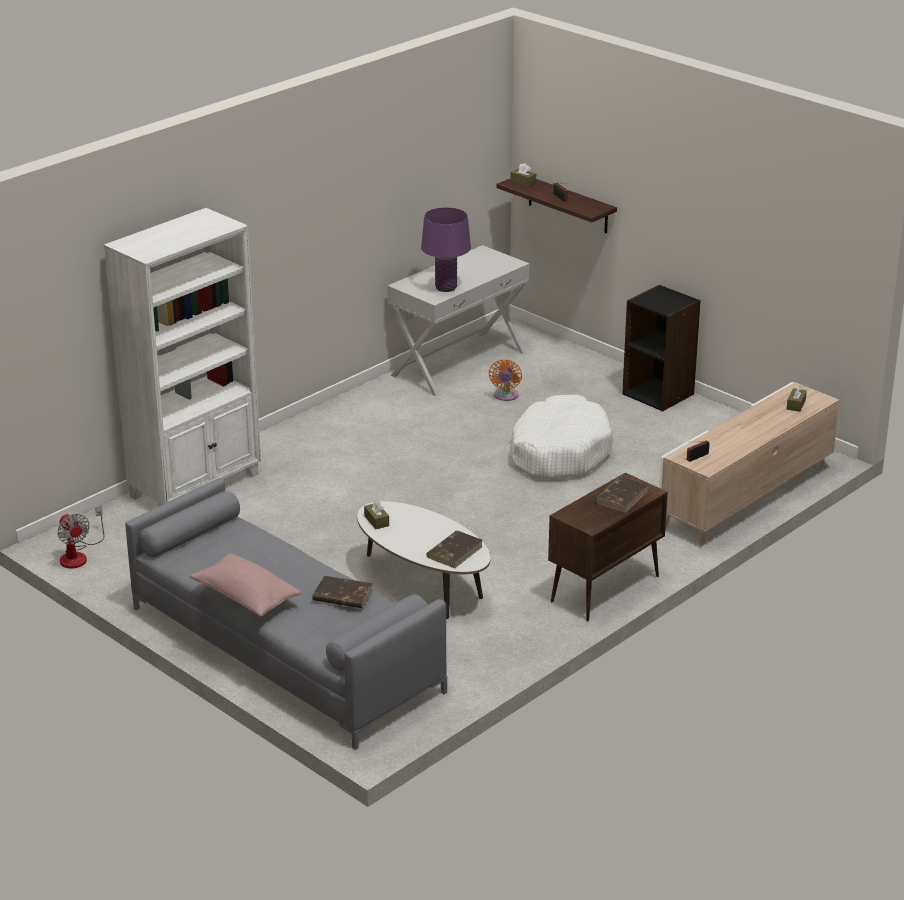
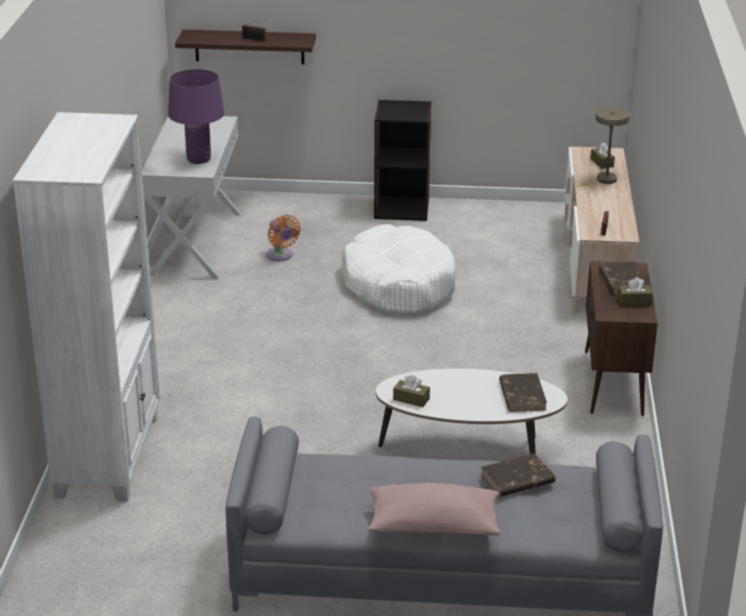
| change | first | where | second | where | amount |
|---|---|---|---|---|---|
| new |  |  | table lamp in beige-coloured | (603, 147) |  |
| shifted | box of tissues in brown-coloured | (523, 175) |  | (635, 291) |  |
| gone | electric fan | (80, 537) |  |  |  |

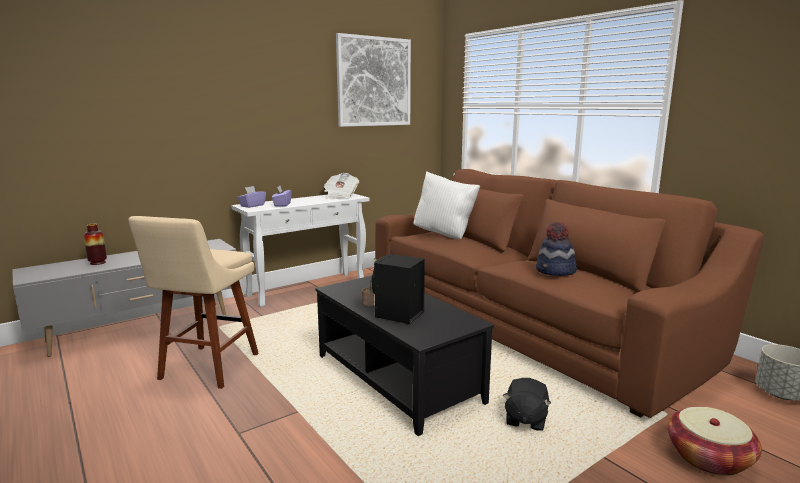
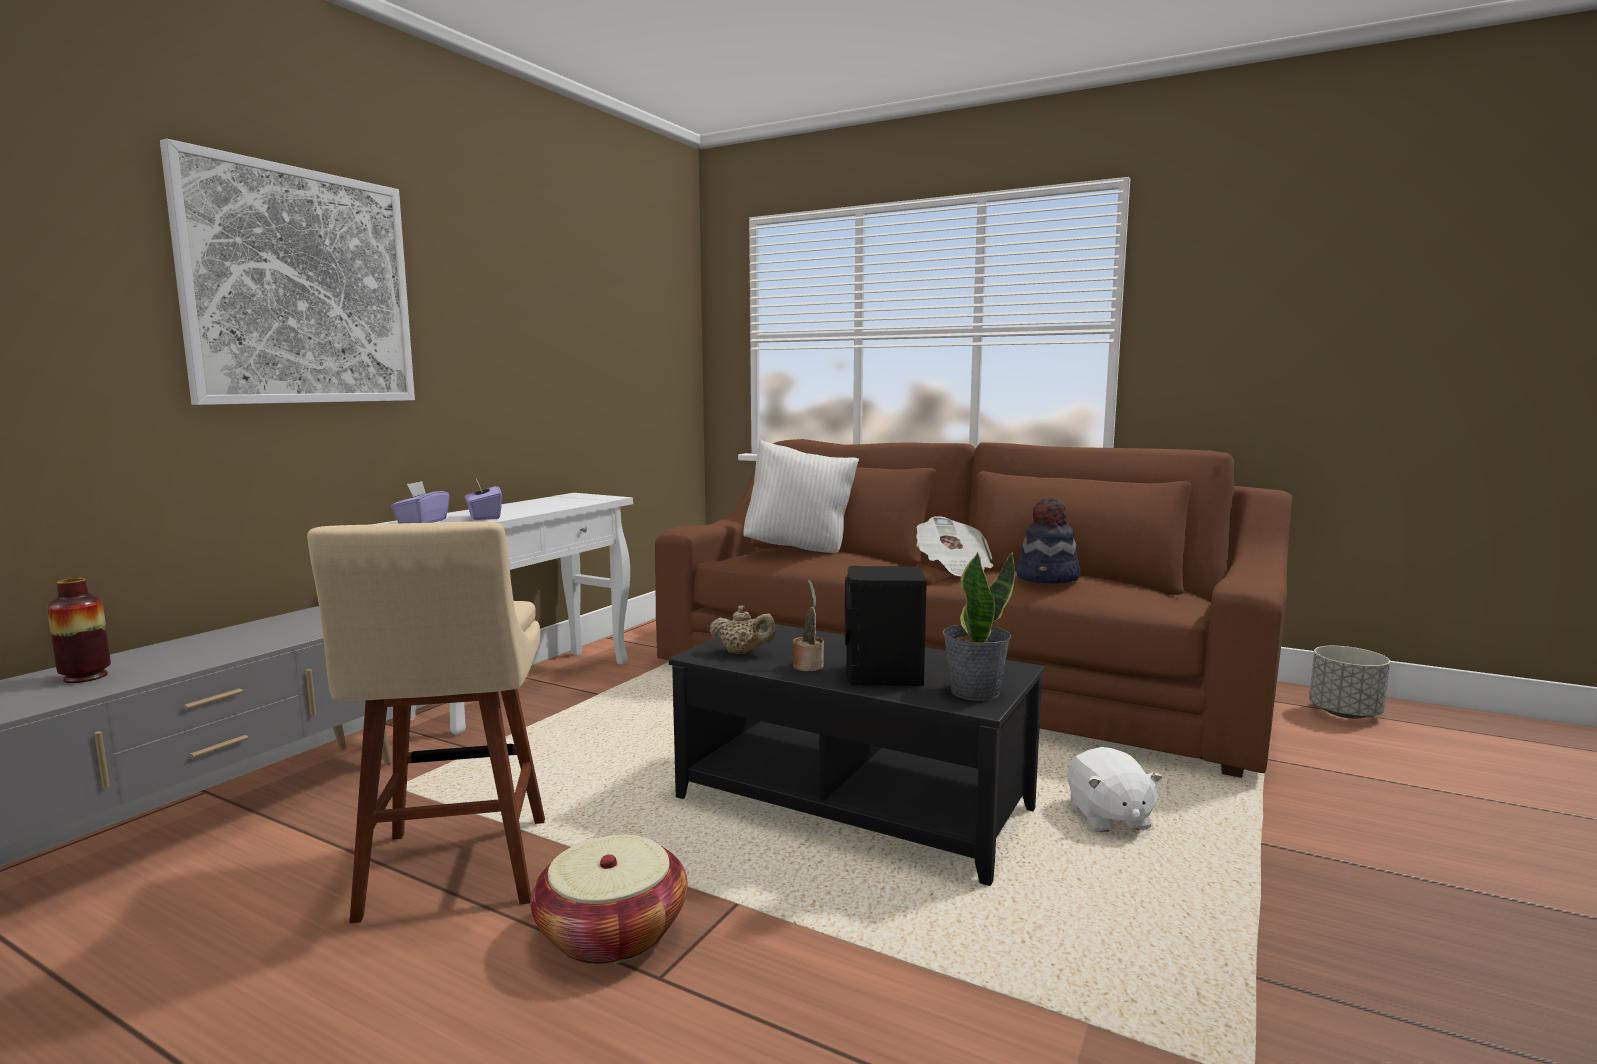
| change | first | where | second | where | amount |
|---|---|---|---|---|---|
| shifted | picture | (373, 80) |  | (287, 272) |  |
| shifted | basket | (714, 441) |  | (608, 900) |  |
| new |  |  | tea pot in beige-coloured | (743, 629) |  |
| shifted | newspaper | (341, 186) |  | (955, 546) |  |
| new |  |  | plant in a pot | (978, 626) |  |
| repainted | cuddly toy in black-coloured | (527, 404) | cuddly toy in white-coloured | (1115, 789) |  |

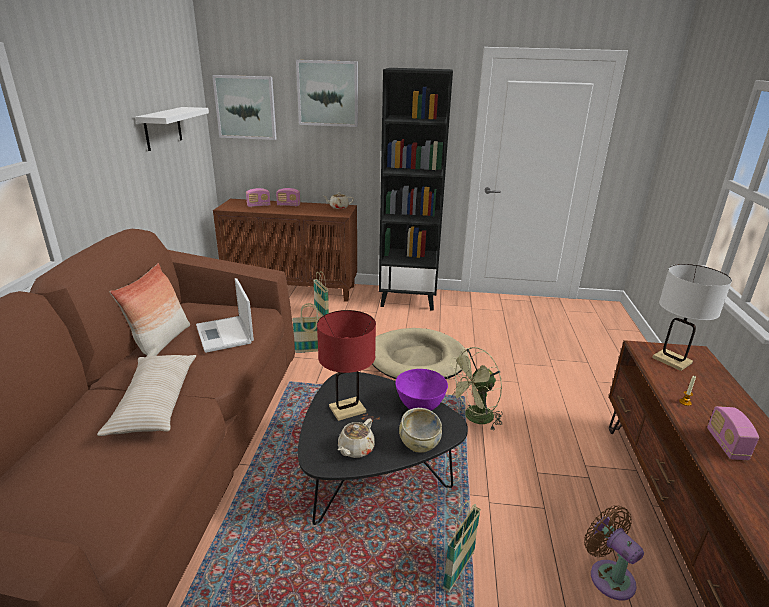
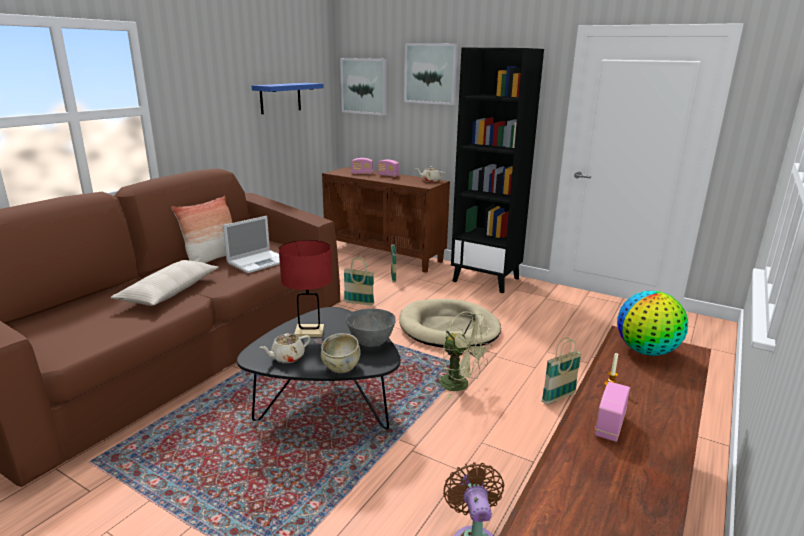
| change | first | where | second | where | amount |
|---|---|---|---|---|---|
| rotated | notebook computer | (225, 315) |  | (251, 244) | 135 degrees counterclockwise |
| repainted | shelf in white-coloured | (172, 129) | shelf in blue | (288, 98) |  |
| repainted | serving bowl in purplish | (421, 390) | serving bowl in grey | (371, 328) |  |
| rotated | electric fan in green | (474, 388) |  | (465, 355) | 135 degrees counterclockwise |
| shifted | basket | (461, 546) |  | (561, 371) |  |
| swapped | table lamp in white-coloured | (692, 317) | globe | (652, 323) |  |

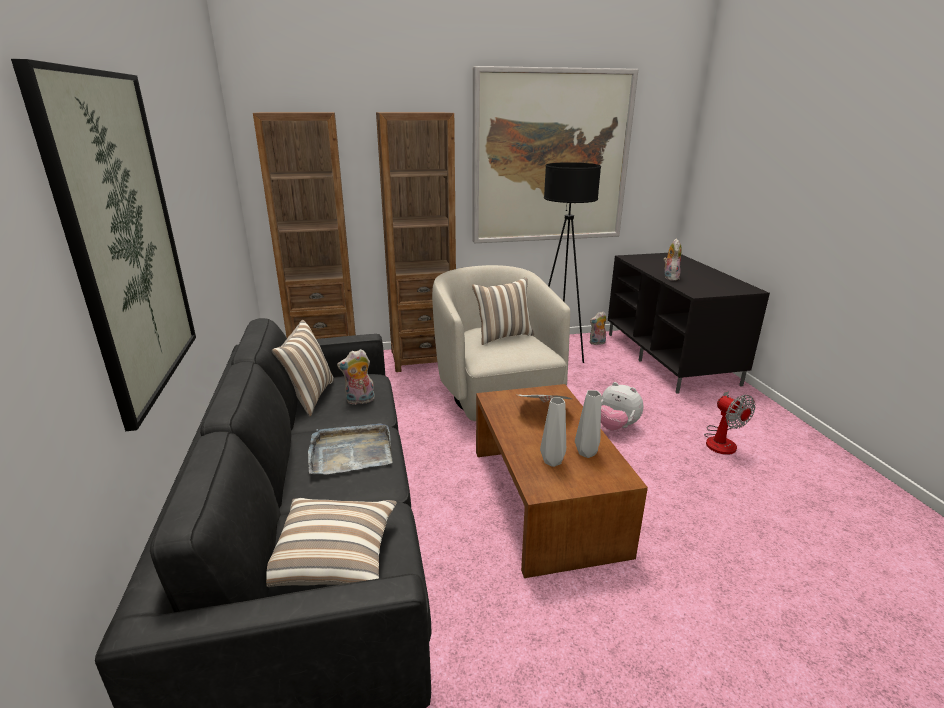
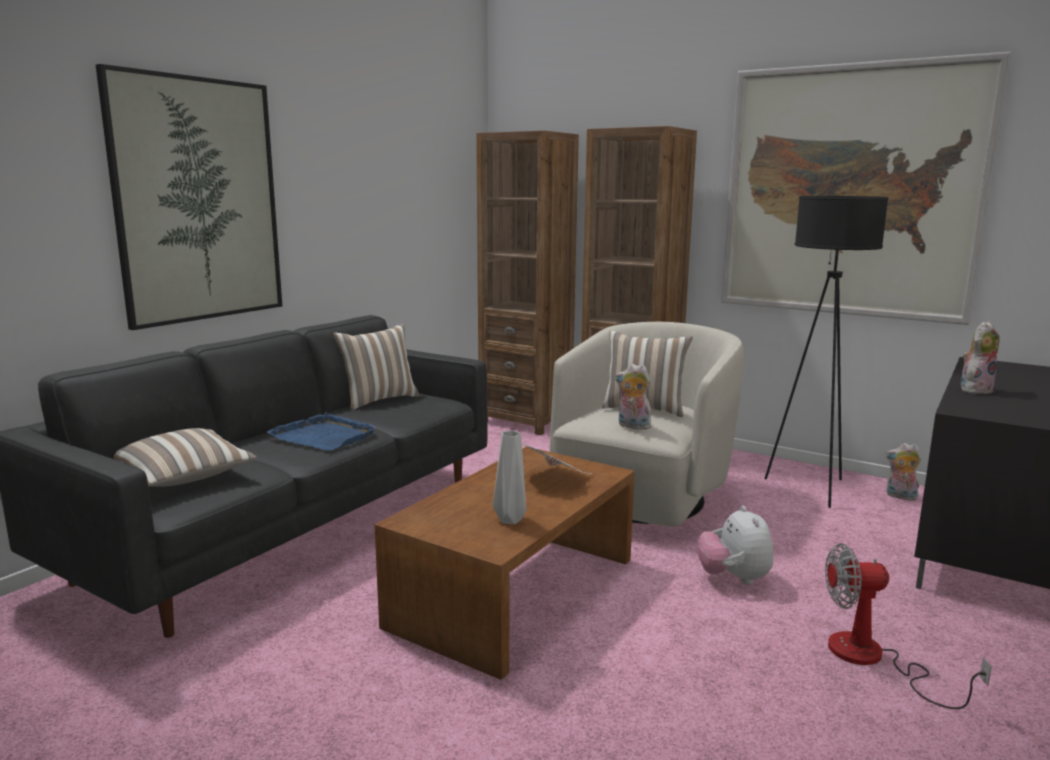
| change | first | where | second | where | amount |
|---|---|---|---|---|---|
| repainted | carrying tray in grey | (350, 449) | carrying tray in blue | (321, 431) |  |
| shifted | cuddly toy | (356, 377) |  | (633, 397) |  |
| rotated | electric fan | (729, 423) |  | (908, 626) | 75 degrees clockwise |
| gone | decorative vase in grey | (553, 432) |  |  |  |

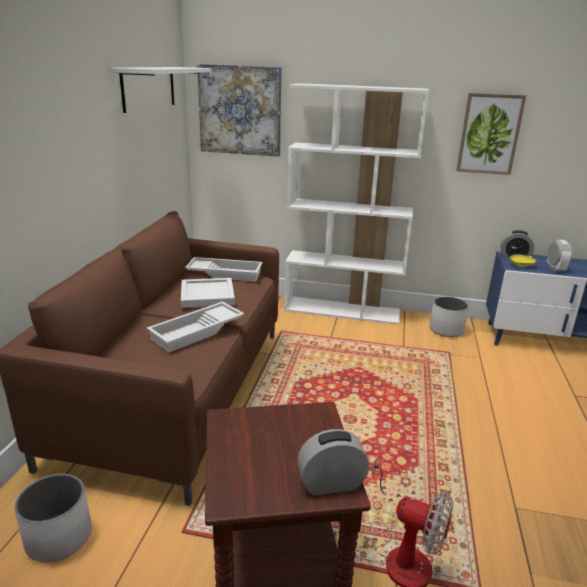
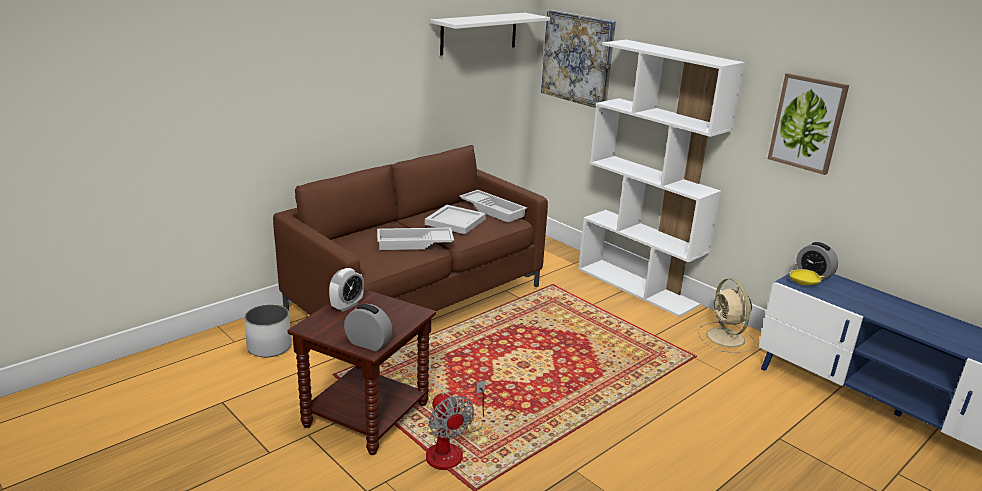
| change | first | where | second | where | amount |
|---|---|---|---|---|---|
| shifted | bedside clock | (559, 256) |  | (346, 290) |  |
| swapped | plant pot in white-coloured | (449, 316) | electric fan in beige-coloured | (727, 315) |  |

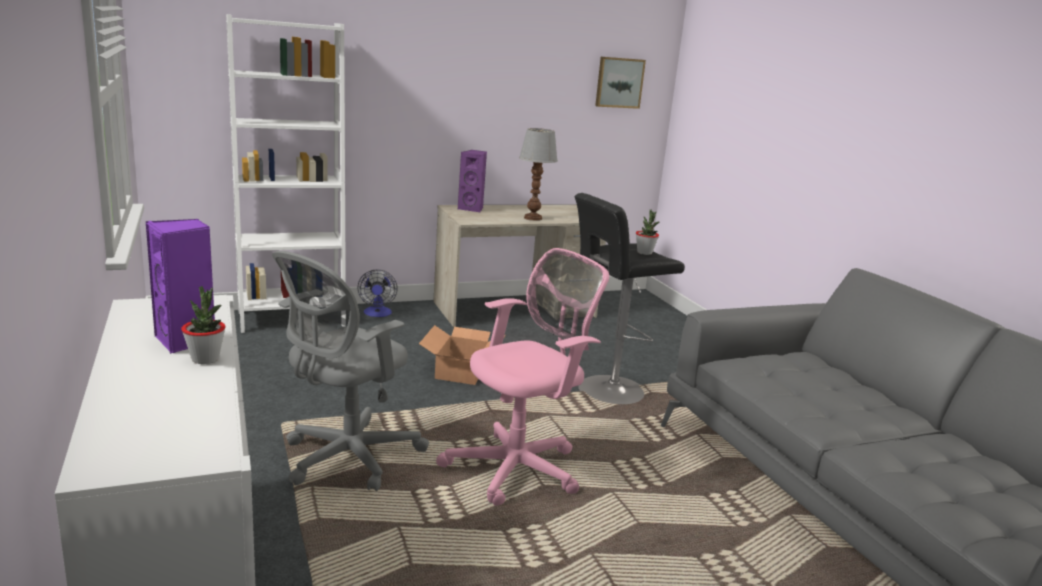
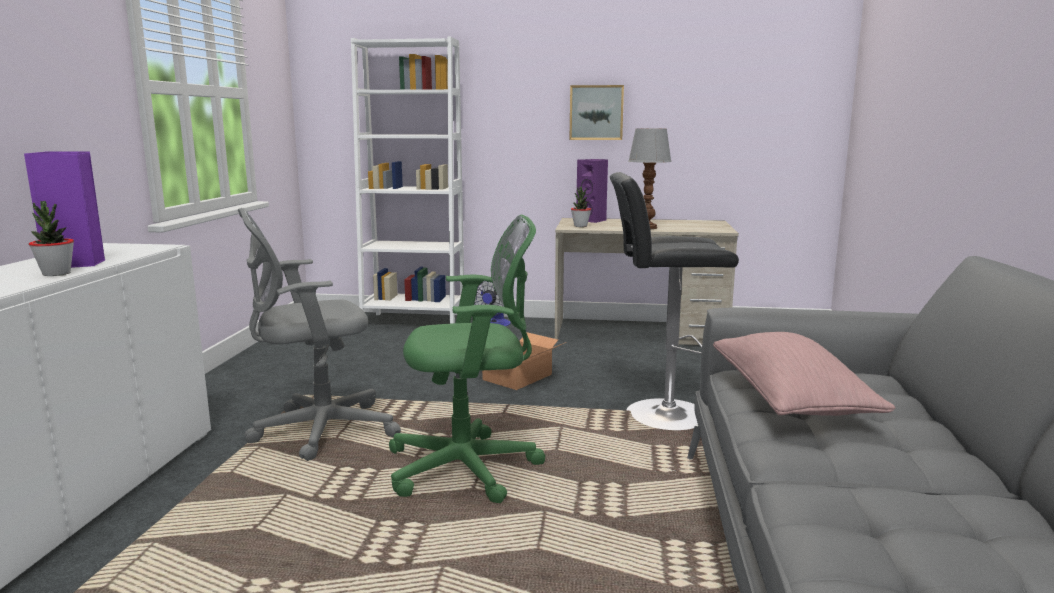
| change | first | where | second | where | amount |
|---|---|---|---|---|---|
| repainted | desk chair in pink | (522, 377) | desk chair in green | (467, 359) |  |
| shifted | picture | (620, 83) |  | (597, 112) |  |
| shifted | plant in a pot | (647, 232) |  | (581, 207) |  |
| new |  |  | throw pillow in pink | (804, 374) |  |

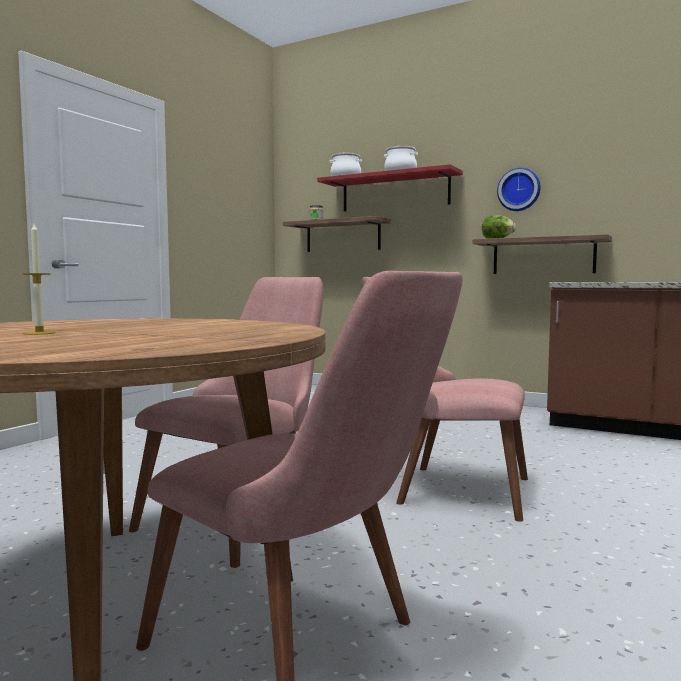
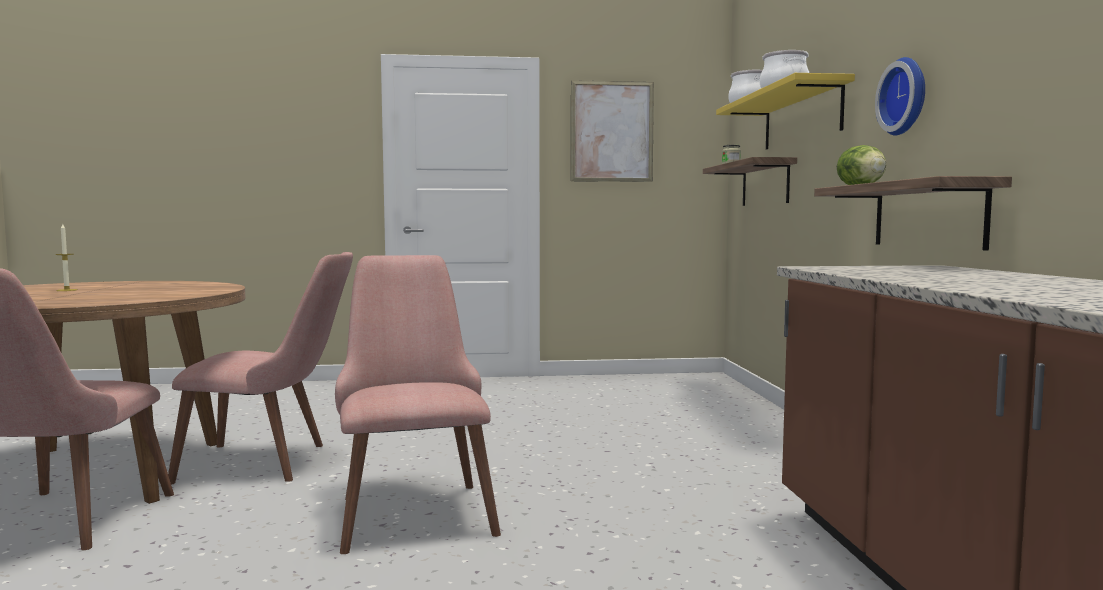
| change | first | where | second | where | amount |
|---|---|---|---|---|---|
| new |  |  | picture | (612, 131) |  |
| repainted | shelf in reddish | (390, 188) | shelf in yellow-coloured | (785, 111) |  |

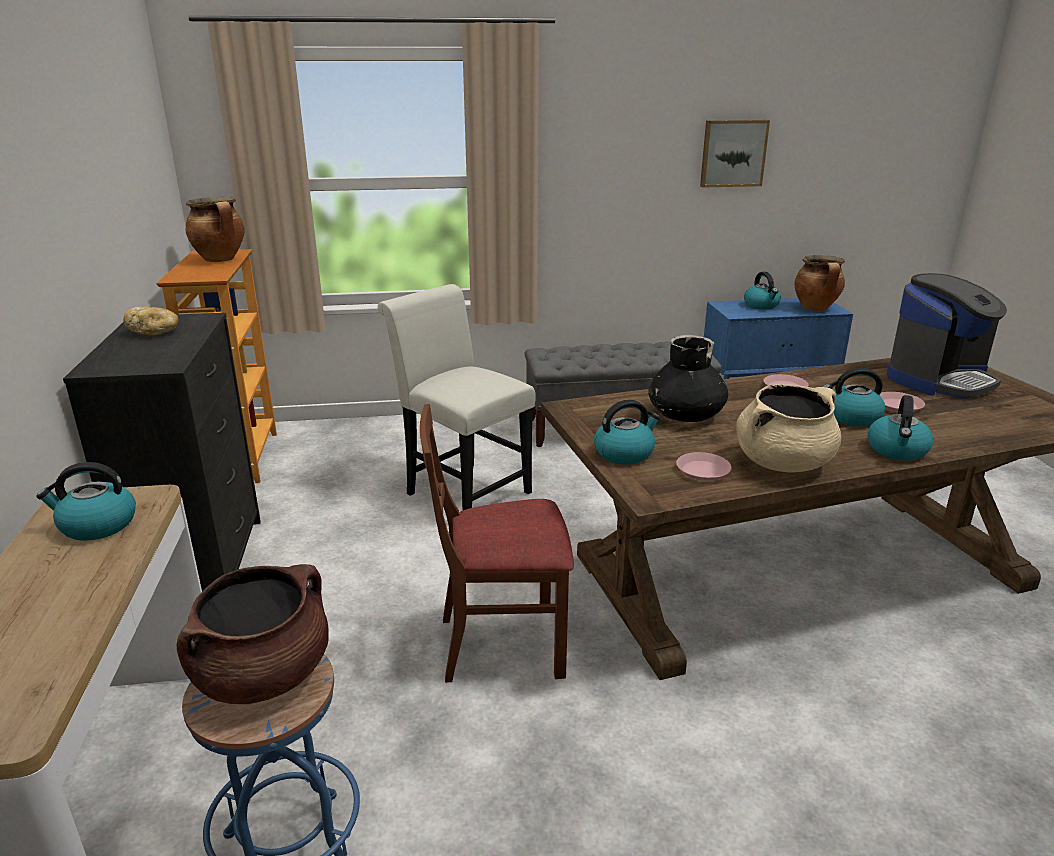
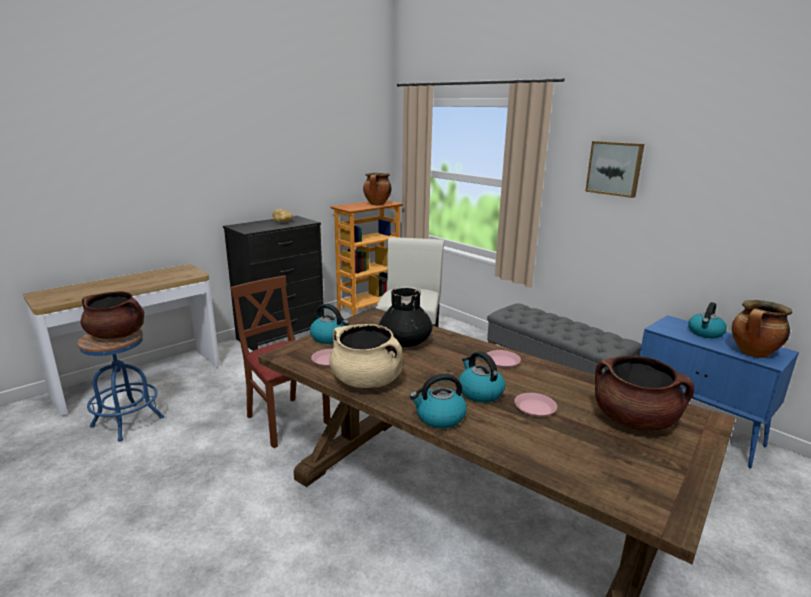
| change | first | where | second | where | amount |
|---|---|---|---|---|---|
| shifted | picture | (735, 153) |  | (614, 169) |  |
| swapped | coffee machine | (947, 336) | saucepot in brown-coloured | (644, 393) |  |
| gone | water kettle | (86, 501) |  |  |  |

